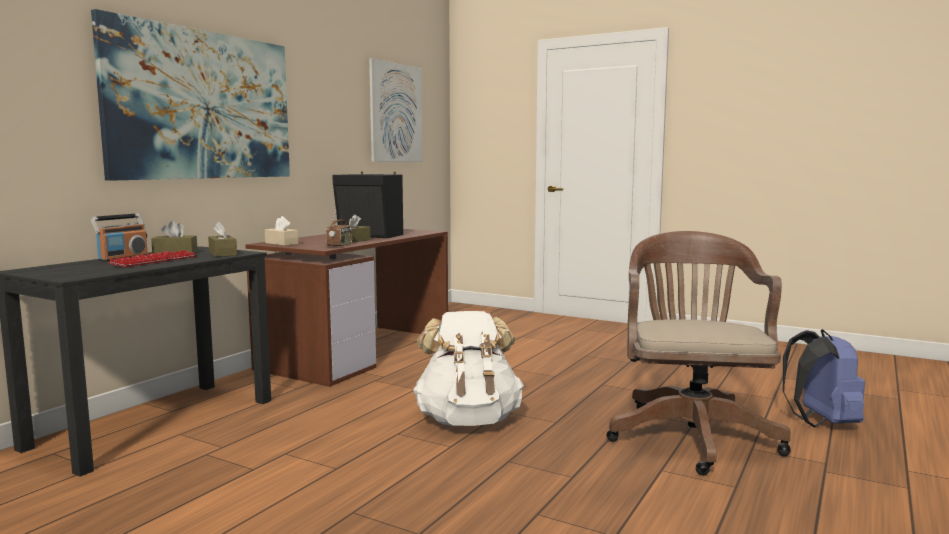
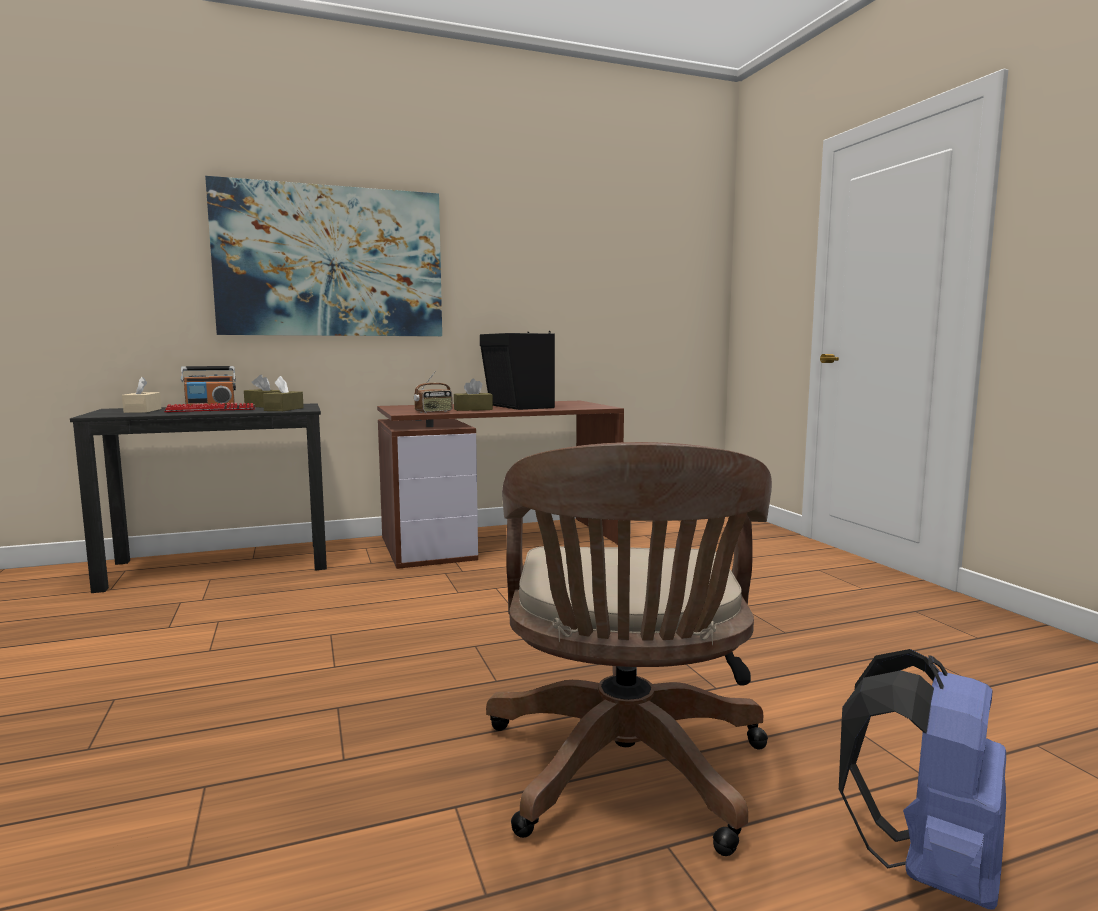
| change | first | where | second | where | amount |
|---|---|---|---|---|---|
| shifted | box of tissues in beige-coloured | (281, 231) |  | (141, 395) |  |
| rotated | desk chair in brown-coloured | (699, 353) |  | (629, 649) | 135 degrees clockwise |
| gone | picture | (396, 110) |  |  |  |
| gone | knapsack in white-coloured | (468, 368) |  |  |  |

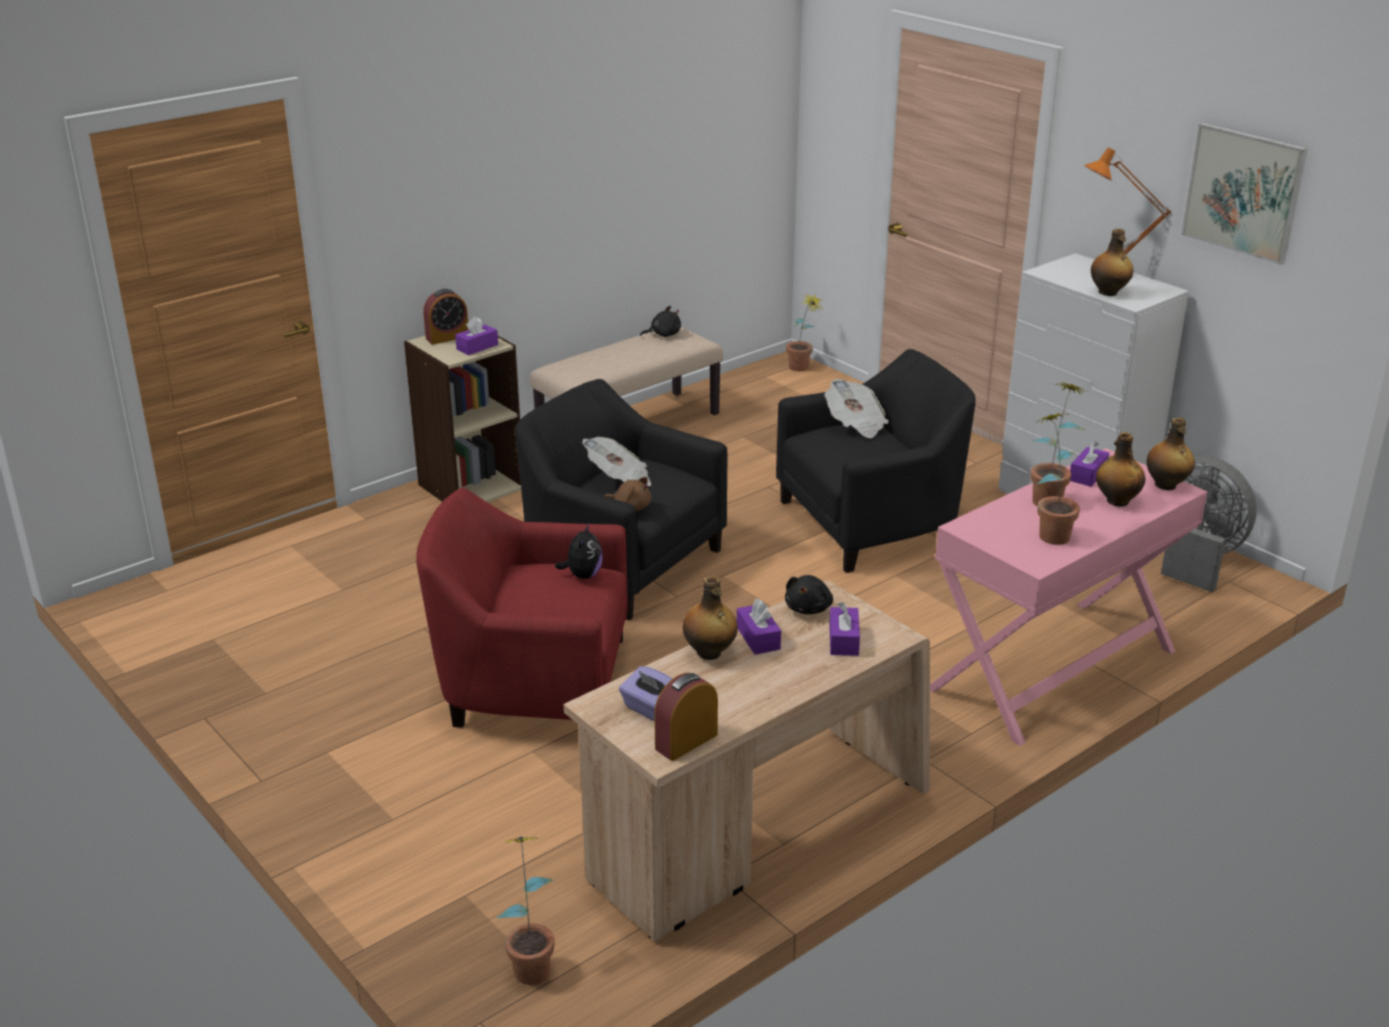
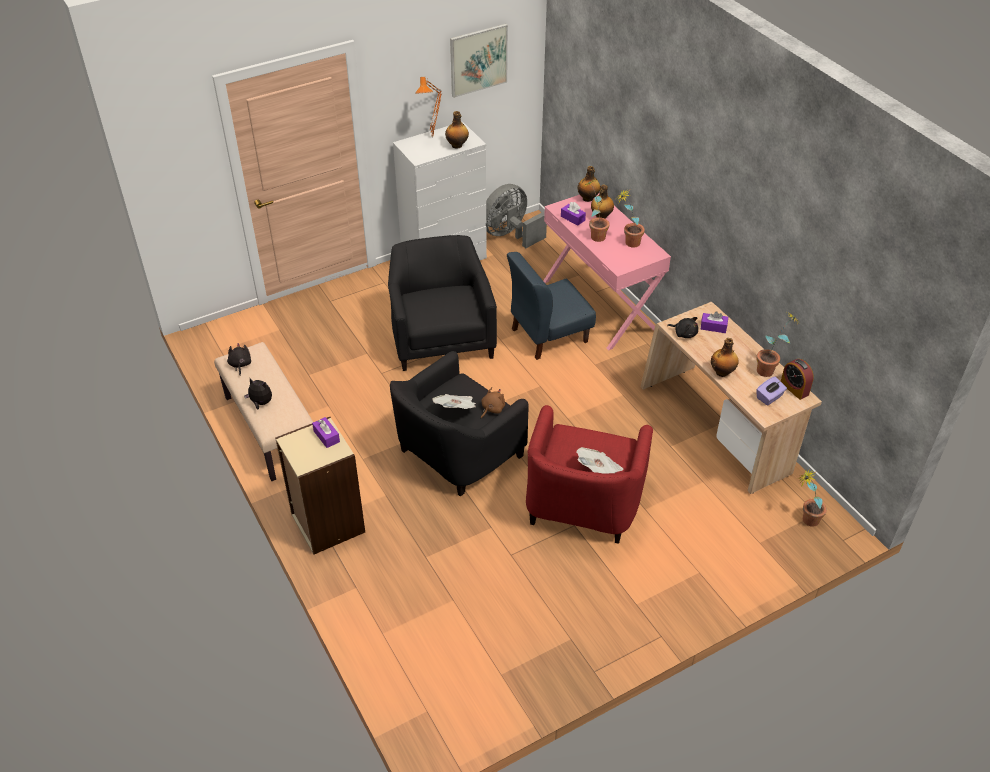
| change | first | where | second | where | amount |
|---|---|---|---|---|---|
| shifted | cuddly toy | (579, 551) |  | (258, 394) |  |
| new |  |  | chair in blue | (551, 306) |  |
| shifted | newspaper | (857, 408) |  | (599, 460) |  |
| shifted | plant in a pot | (804, 332) |  | (777, 344) |  |
| gone | bedside clock | (446, 317) |  |  |  |
| gone | box of tissues in purplish | (759, 626) |  |  |  |

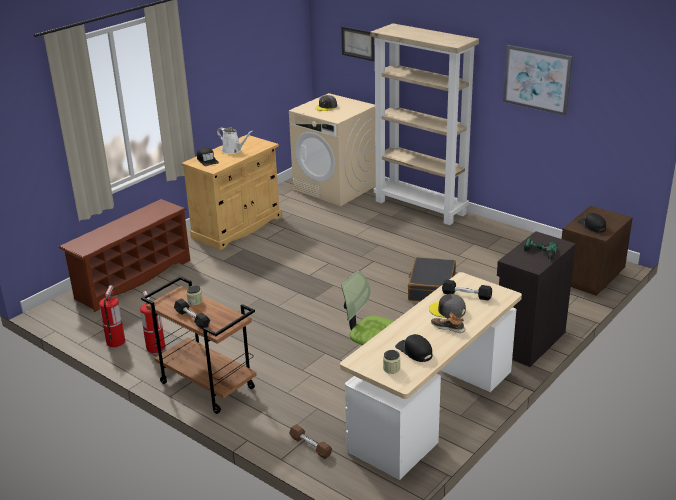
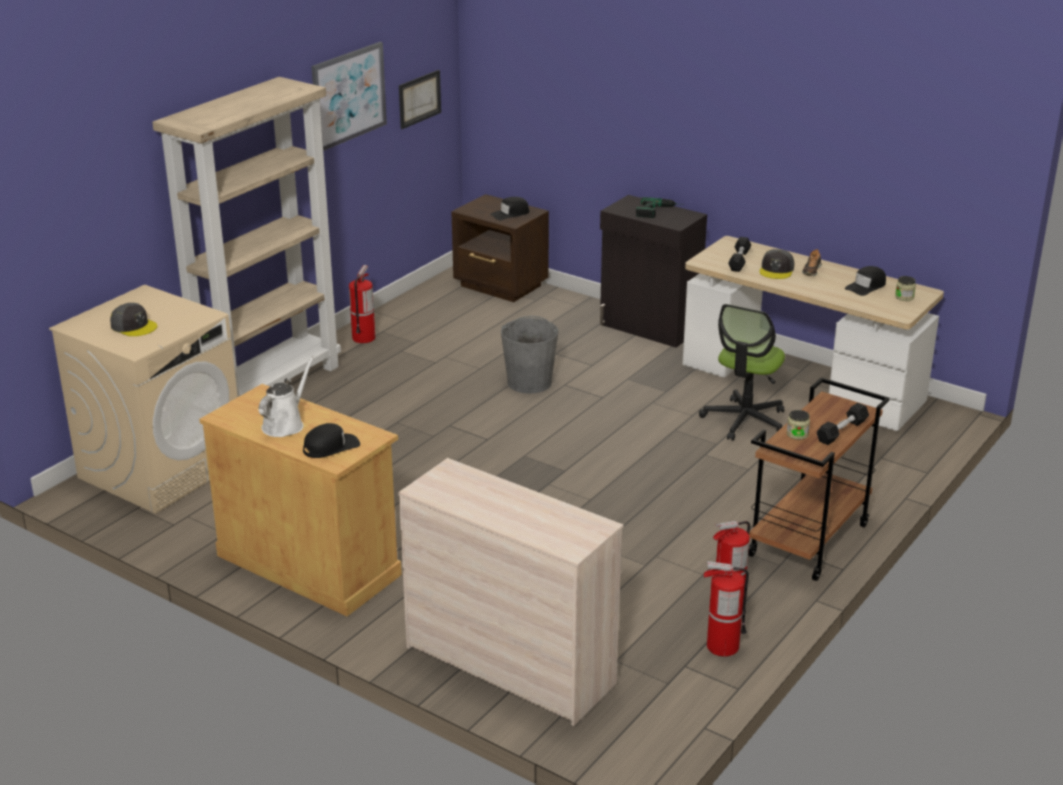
| change | first | where | second | where | amount |
|---|---|---|---|---|---|
| new |  |  | fire extinguisher | (362, 304) |  |
| swapped | shoe rack in brown-coloured | (124, 255) | chest of drawers in beige-coloured | (510, 592) |  |
| shifted | picture | (357, 43) |  | (420, 99) |  |
| swapped | suitcase in black-coloured | (432, 279) | pail in grey | (530, 355) |  |
| gone | dumbbell in brown-coloured | (310, 441) |  |  |  |

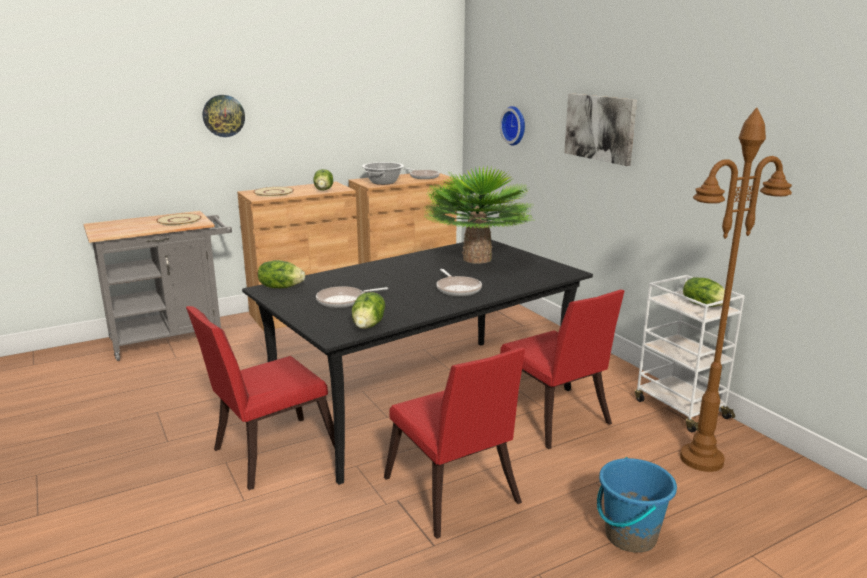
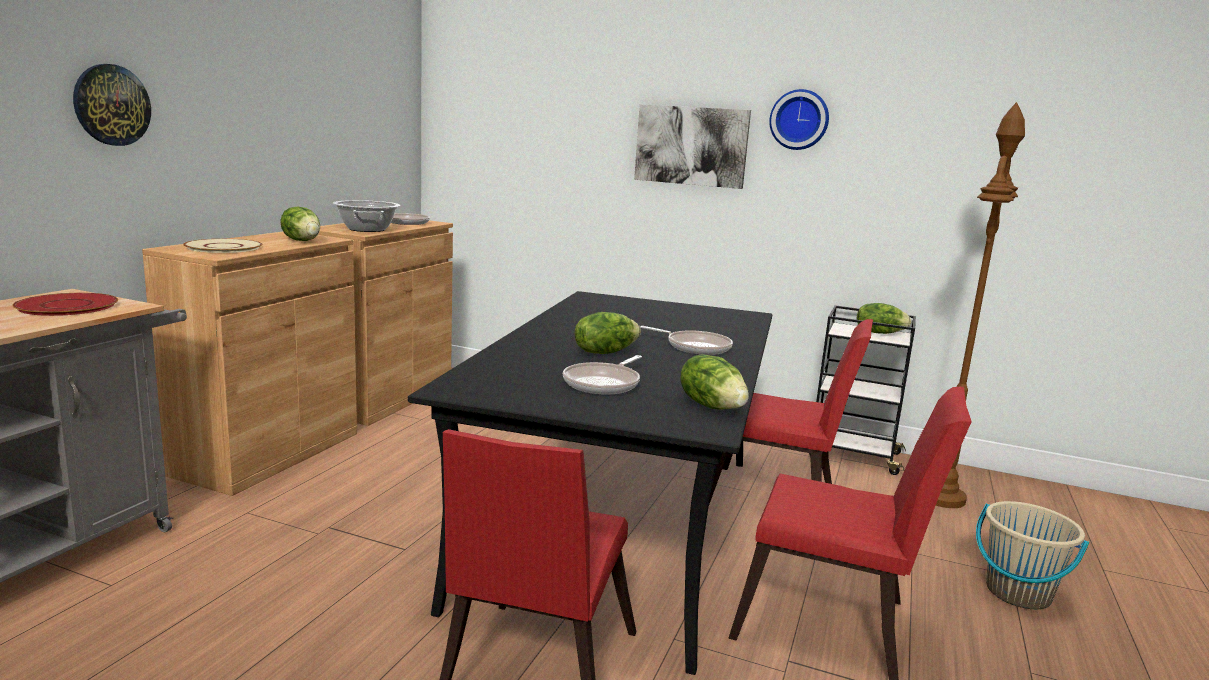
| change | first | where | second | where | amount |
|---|---|---|---|---|---|
| repainted | dinner plate in beige-coloured | (178, 220) | dinner plate in reddish | (65, 304) |  |
| shifted | lettuce | (281, 274) |  | (608, 333) |  |
| shifted | clock on the wall | (512, 126) |  | (799, 119) |  |
| repainted | cart in white-coloured | (690, 353) | cart in black-coloured | (862, 390) |  |
| repainted | pail in blue | (637, 505) | pail in beige-coloured | (1032, 555) |  |
| gone | plant in a pot | (478, 214) |  |  |  |

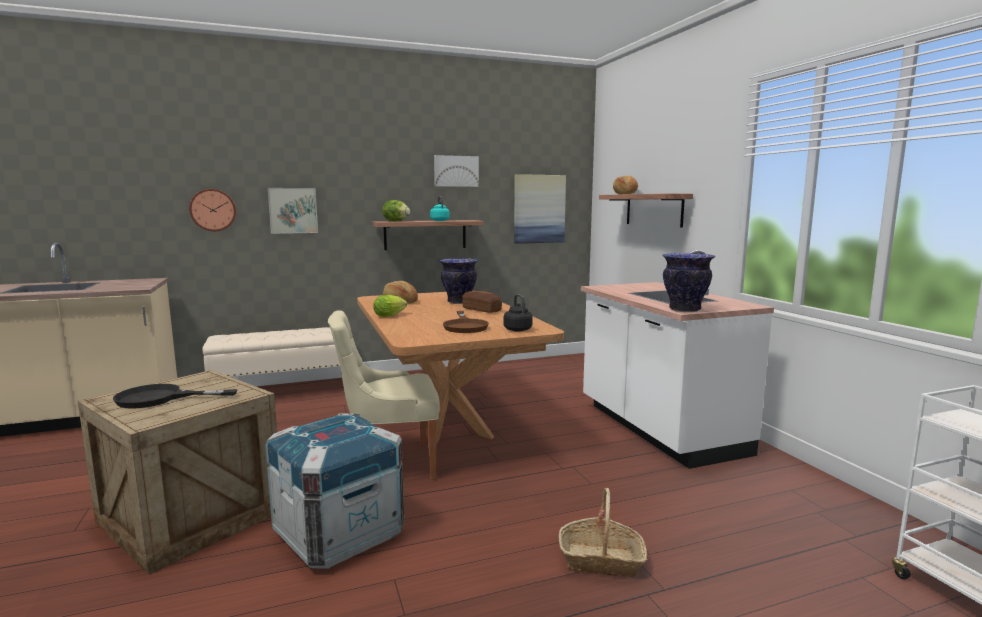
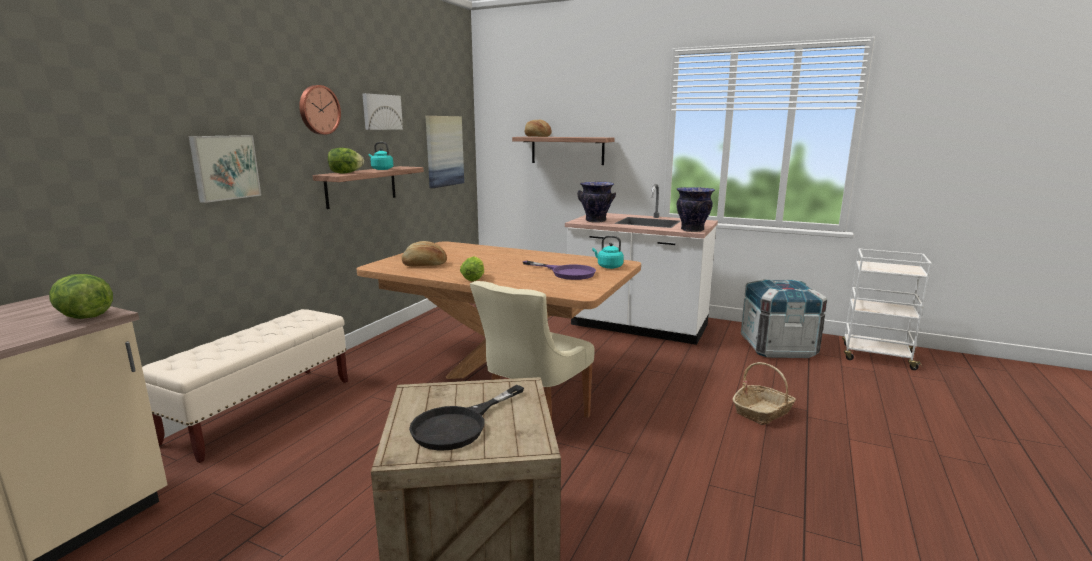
| change | first | where | second | where | amount |
|---|---|---|---|---|---|
| new |  |  | lettuce | (81, 296) |  |
| shifted | clock on the wall | (212, 210) |  | (320, 110) |  |
| repainted | frying pan in brown-coloured | (466, 322) | frying pan in purplish | (559, 270) |  |
| shifted | decorative vase | (459, 281) |  | (597, 202) |  |
| repainted | water kettle in black-coloured | (518, 313) | water kettle in turquoise-coloured | (608, 252) |  |
| shifted | crate | (334, 491) |  | (784, 318) |  |
| gone | baked bread | (482, 302) |  |  |  |

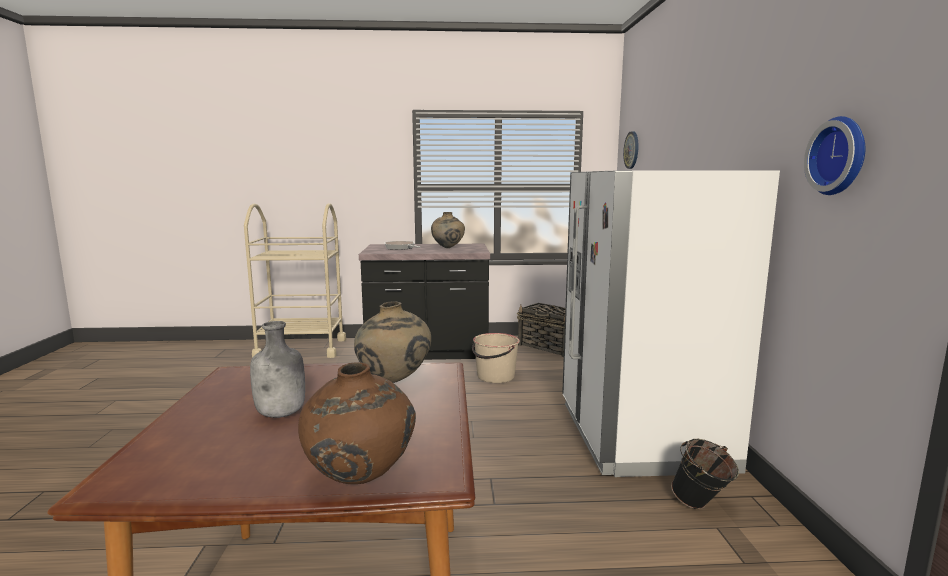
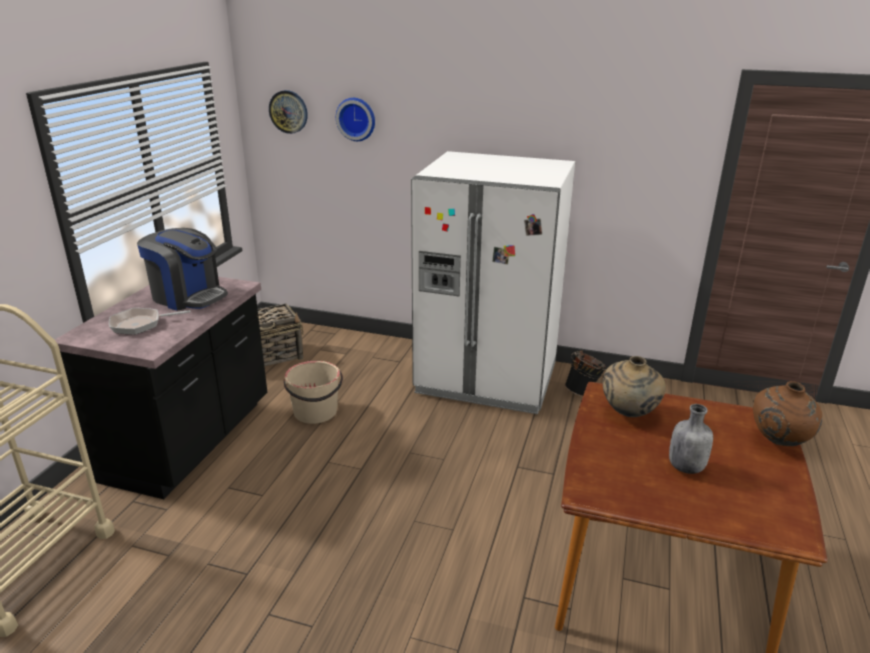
| change | first | where | second | where | amount |
|---|---|---|---|---|---|
| swapped | decorative vase in beige-coloured | (448, 230) | coffee machine | (182, 269) |  |
| shifted | clock on the wall | (834, 155) |  | (355, 119) |  |

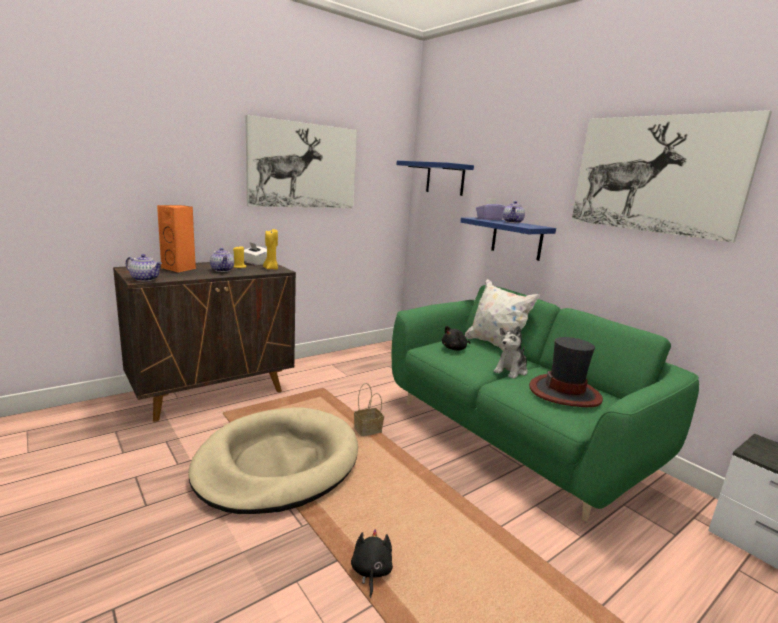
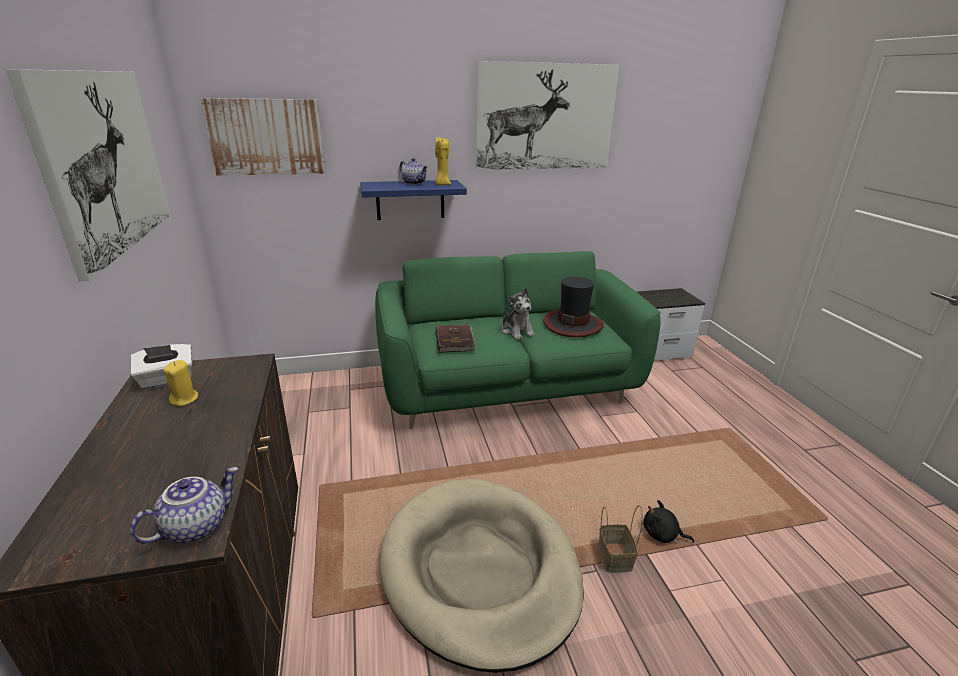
| change | first | where | second | where | amount |
|---|---|---|---|---|---|
| swapped | shelf in blue | (435, 178) | picture | (263, 137) |  |
| shifted | candle in yellow-coloured | (270, 249) |  | (443, 161) |  |
| swapped | cuddly toy in black-coloured | (456, 338) | bound book in brown-coloured | (455, 338) |  |
| shifted | basket | (369, 409) |  | (620, 539) |  |
| gone | speaker in orange | (176, 239) |  |  |  |
| gone | tea pot | (222, 260) |  |  |  |
| gone | throw pillow in white-coloured | (502, 315) |  |  |  |
| gone | box of tissues in purplish | (491, 209) |  |  |  |

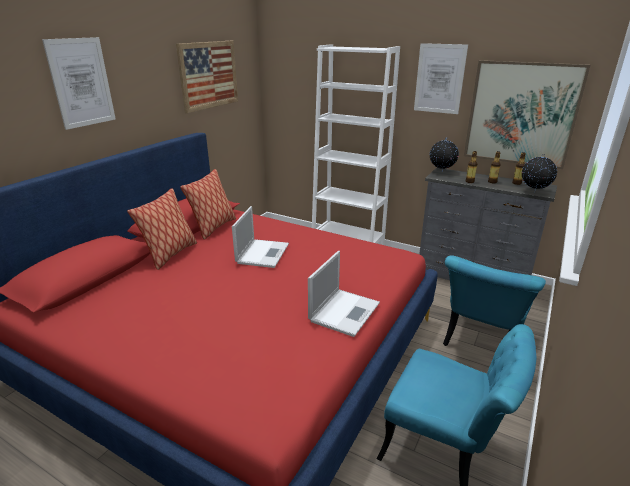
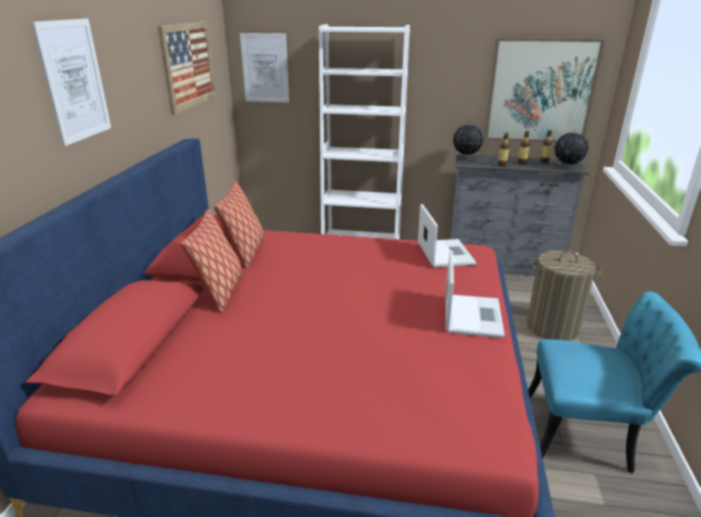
| change | first | where | second | where | amount |
|---|---|---|---|---|---|
| shifted | picture | (441, 78) |  | (264, 68) |  |
| shifted | notebook computer | (260, 237) |  | (447, 236) |  |
| swapped | chair in turquoise-coloured | (494, 300) | hamper | (564, 296) |  |

